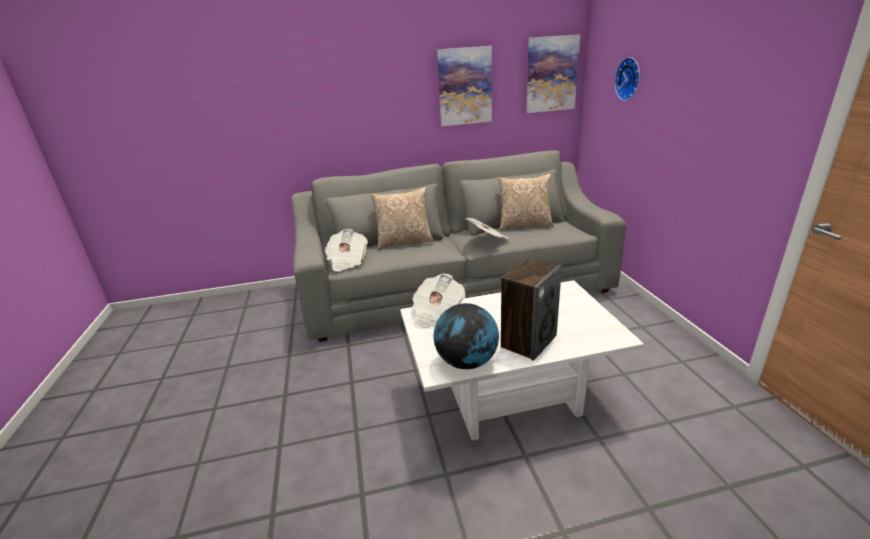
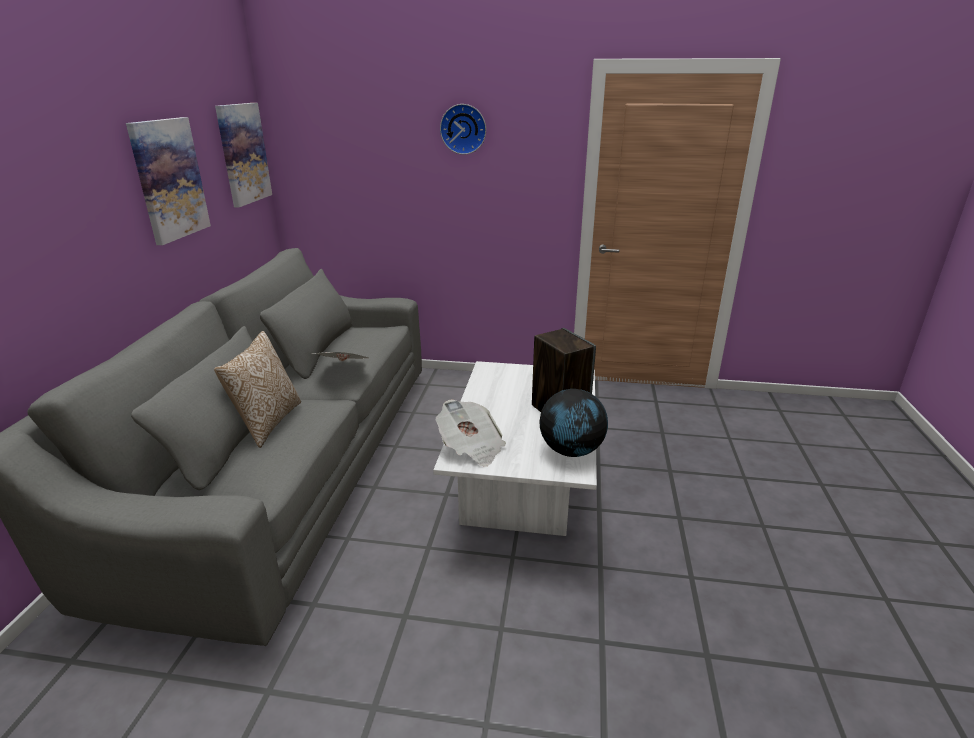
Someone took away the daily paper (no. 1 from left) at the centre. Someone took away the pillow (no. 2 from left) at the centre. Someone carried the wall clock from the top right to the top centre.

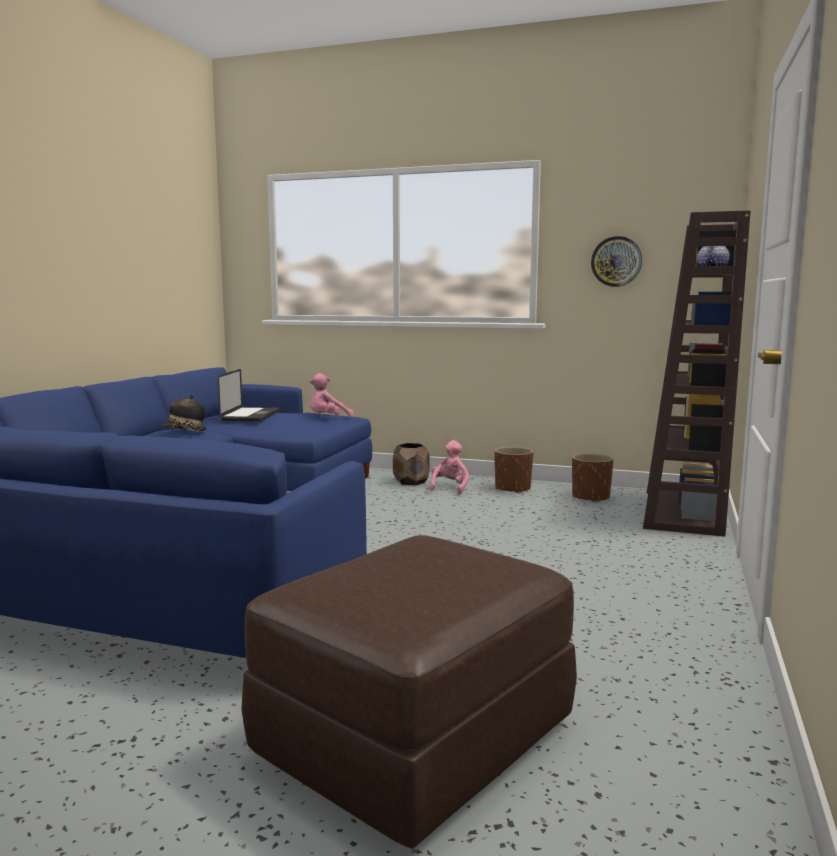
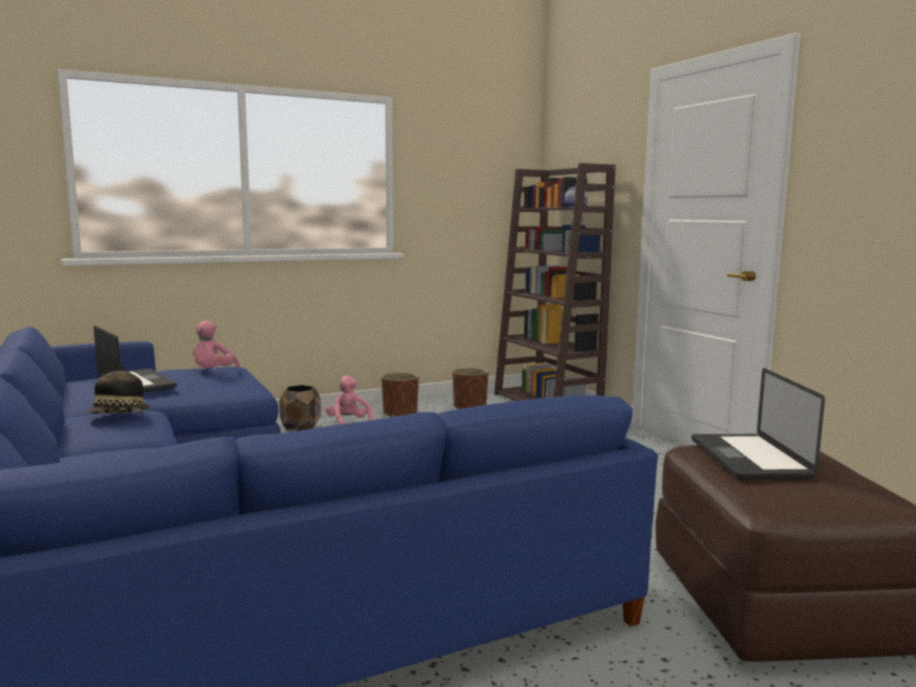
Someone took away the wall clock at the top right. Someone put down the portable computer (no. 2 from left) at the middle right.

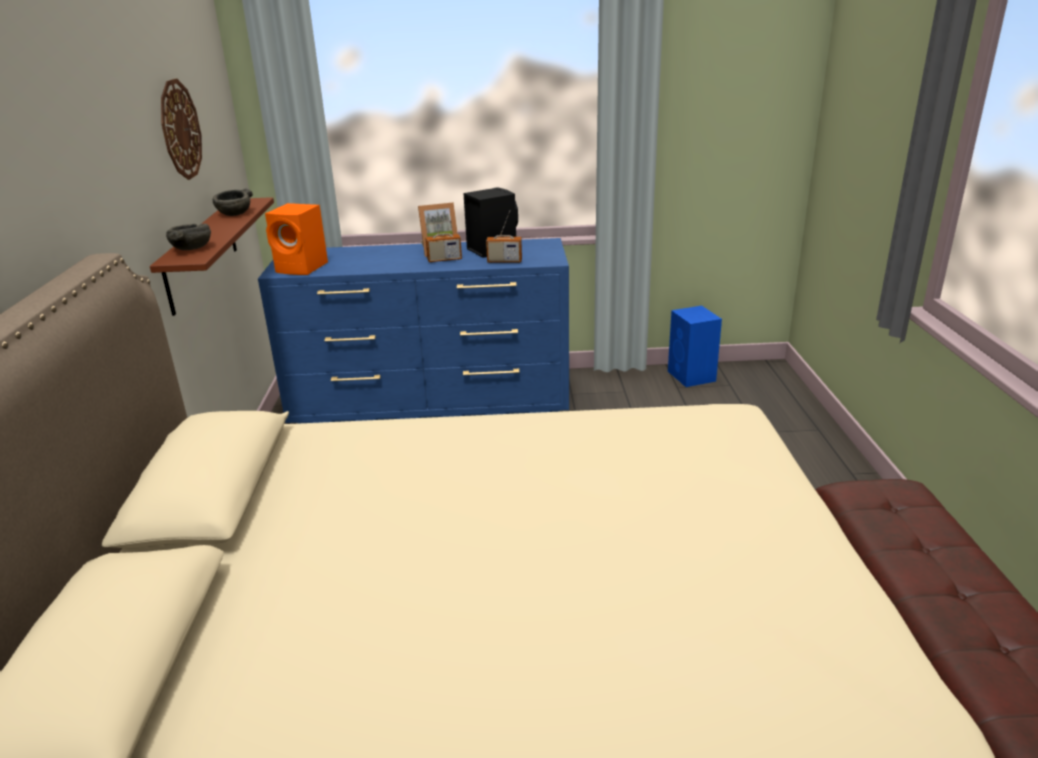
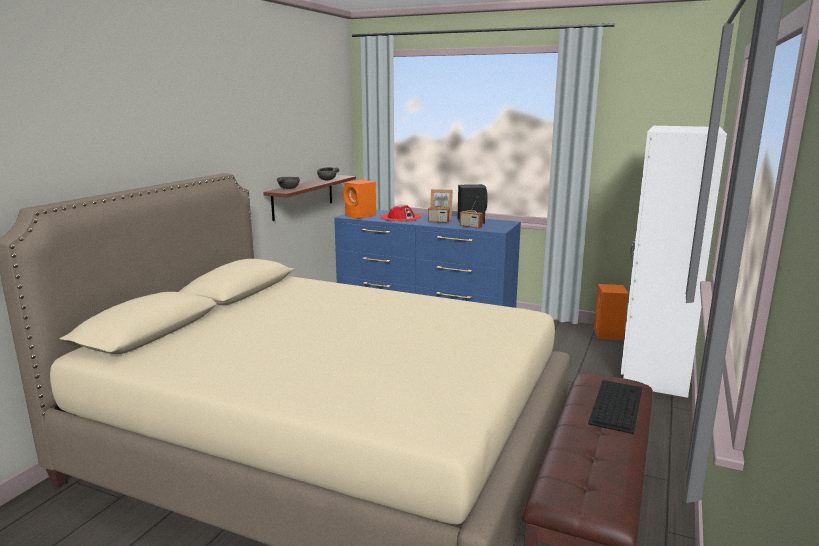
Someone took away the wall clock at the top left. Someone repainted the audio speaker/blue at the middle right, which became the audio speaker/orangey (no. 2 from left) at the middle right. Someone put down the hat/red-coloured at the centre. Someone put down the PC keyboard at the bottom right. Someone put down the armoire/whitish at the middle right.

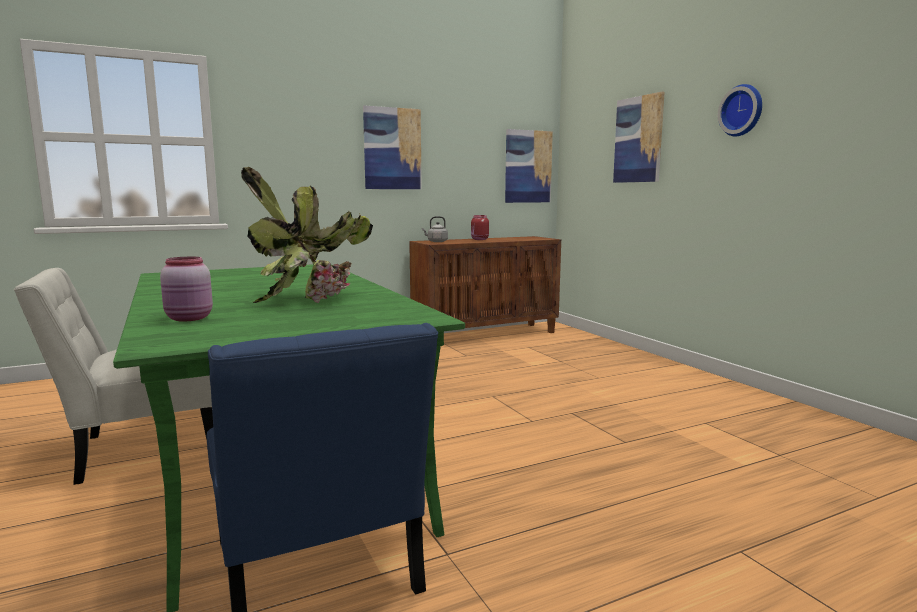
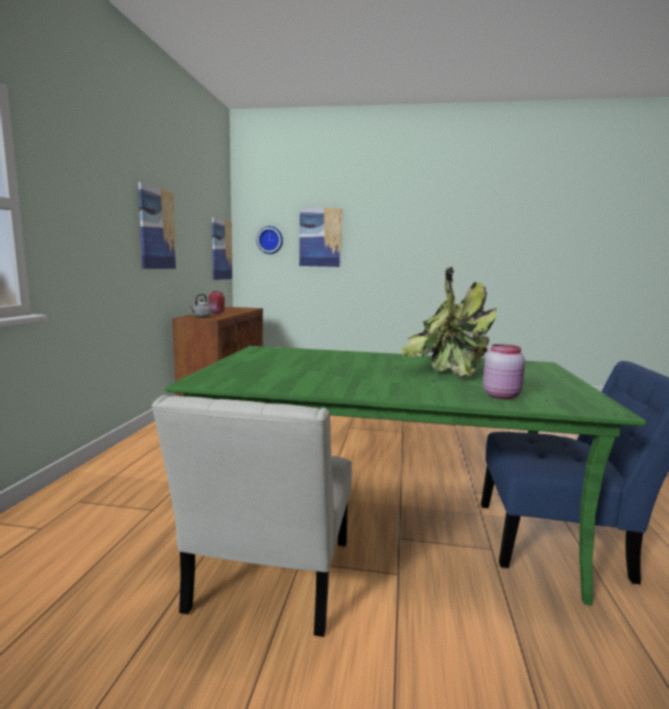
Someone carried the wall clock from the top right to the centre.

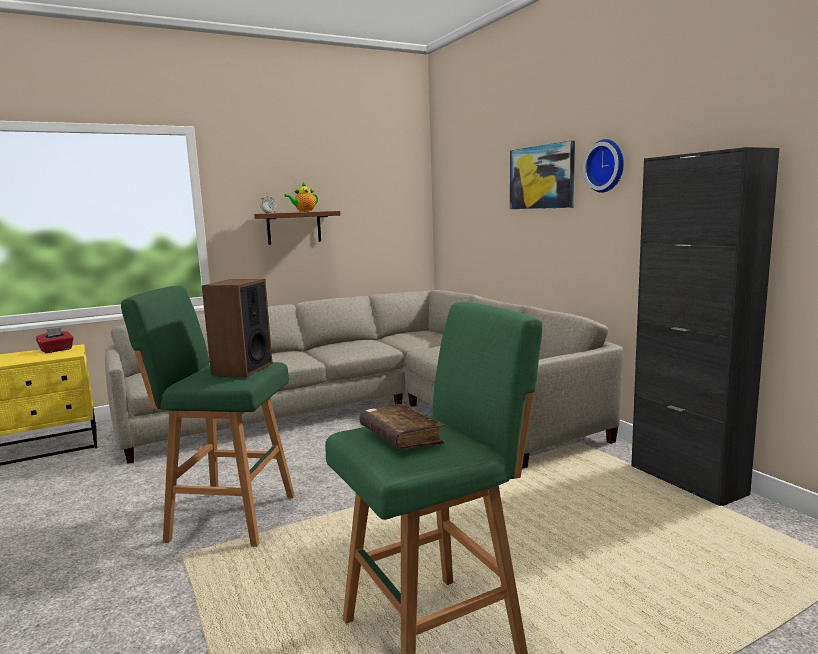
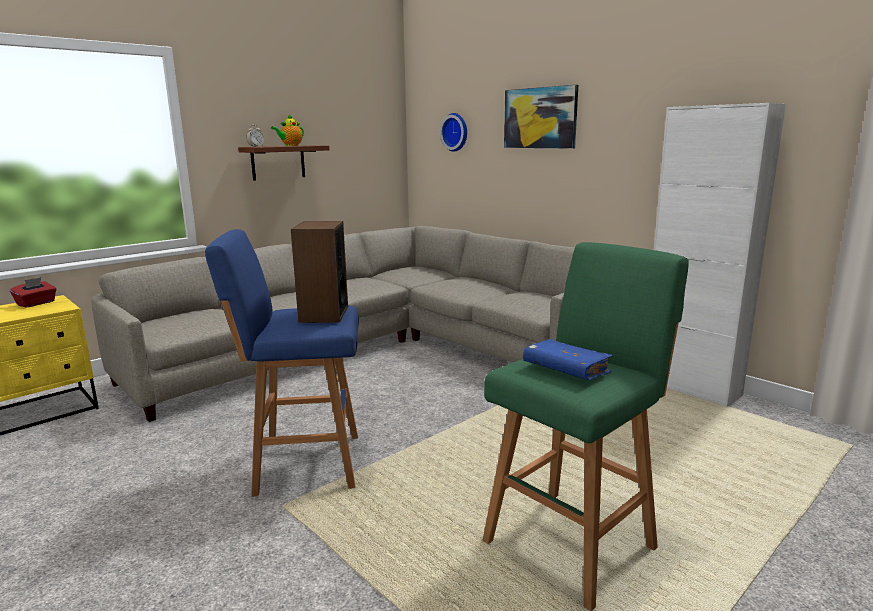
Someone repainted the sitting stool/green-coloured (no. 1 from left) at the middle left, which became the sitting stool/blue at the middle left. Someone repainted the bound book/brownish at the centre, which became the bound book/blue at the centre. Someone carried the wall clock from the top right to the top centre. Someone repainted the storage cabinet/blackish at the middle right, which became the storage cabinet/whitish at the middle right.

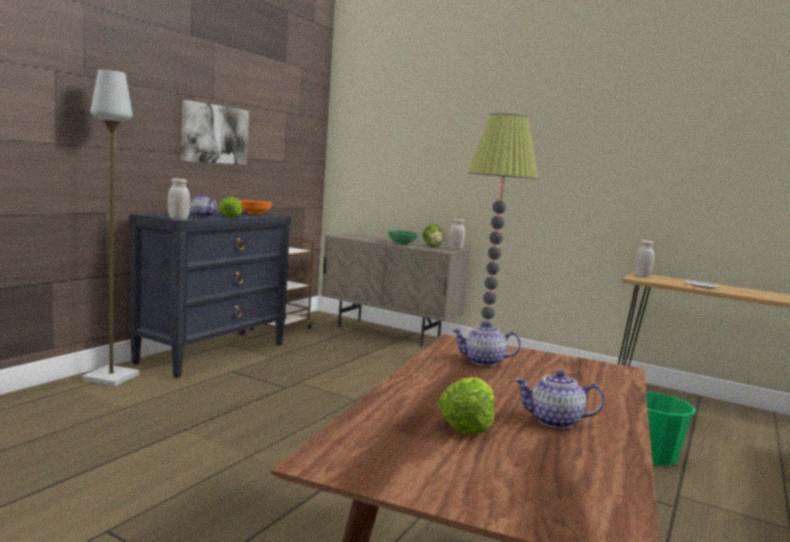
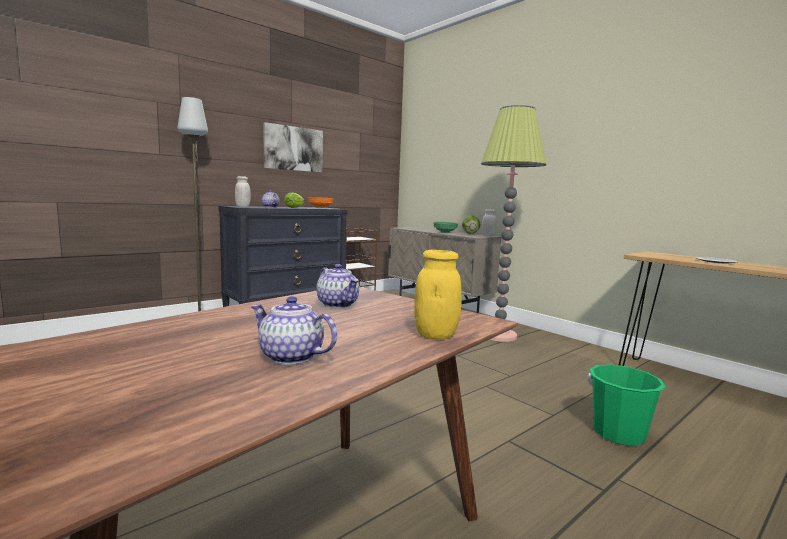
Someone took away the lettuce (no. 3 from left) at the bottom centre. Someone rotated the tea pot (no. 2 from left in the first image) at the centre by 150 degrees counterclockwise. Someone took away the storage jar/whitish (no. 3 from left) at the middle right. Someone put down the storage jar/yellowish at the centre.

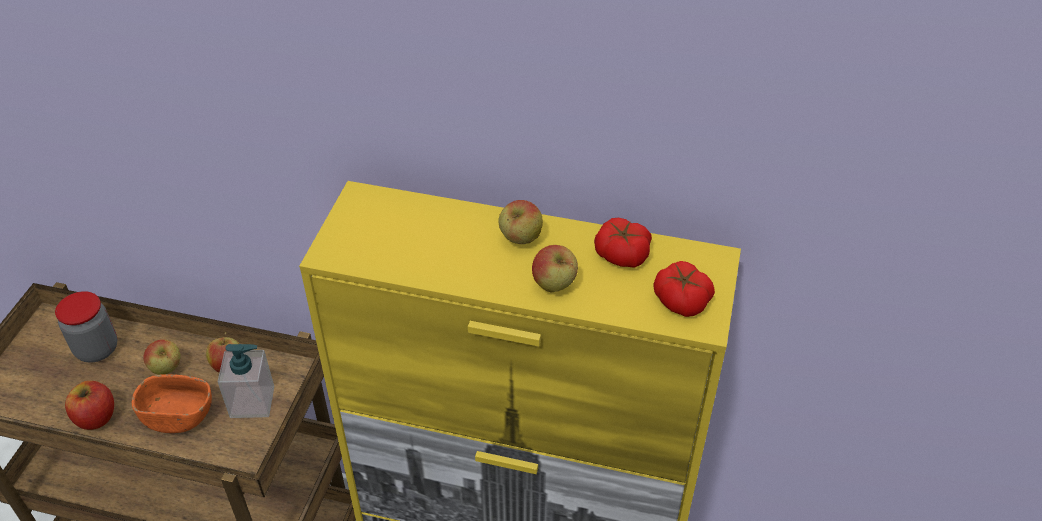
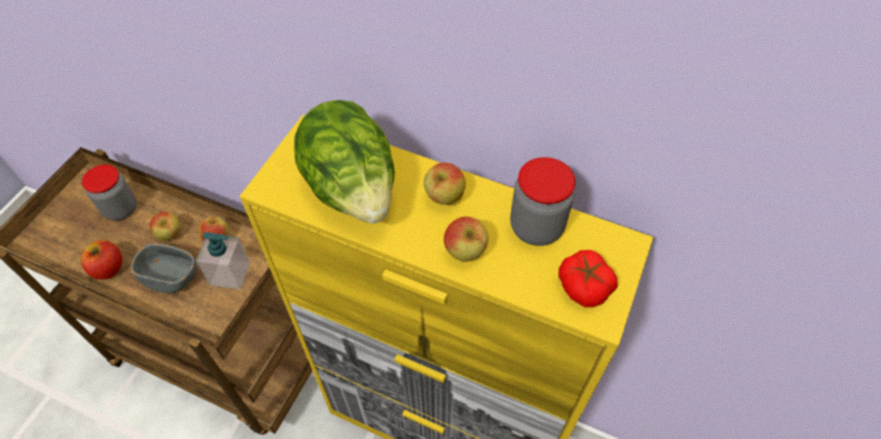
Someone repainted the deep dish/orangey at the bottom left, which became the deep dish/greyish at the middle left. Someone swapped the whole tomato (no. 1 from left) at the centre for the storage jar (no. 2 from left) at the centre. Someone put down the lettuce at the centre.

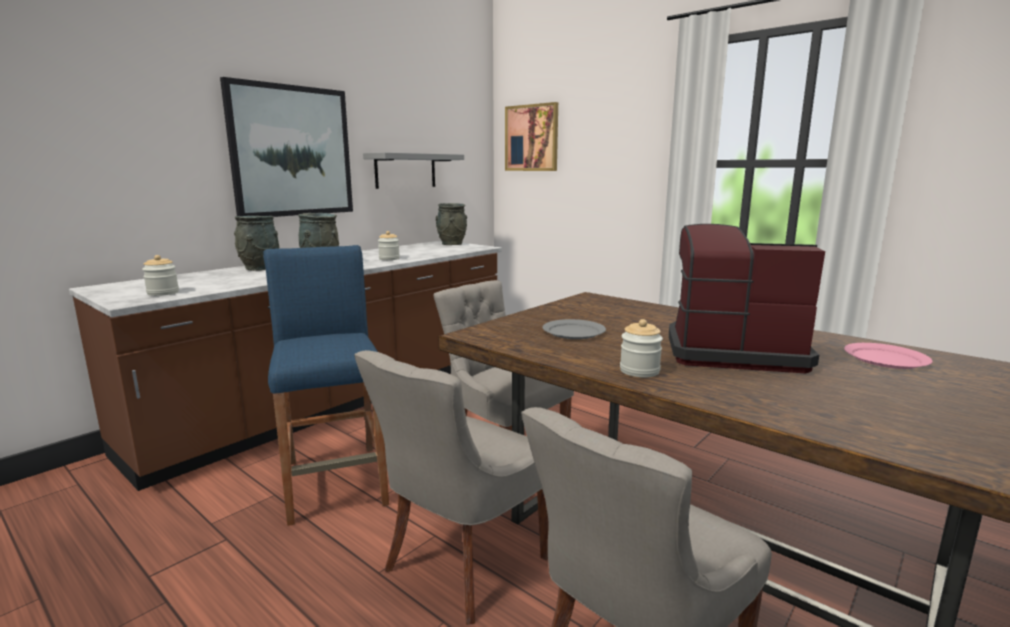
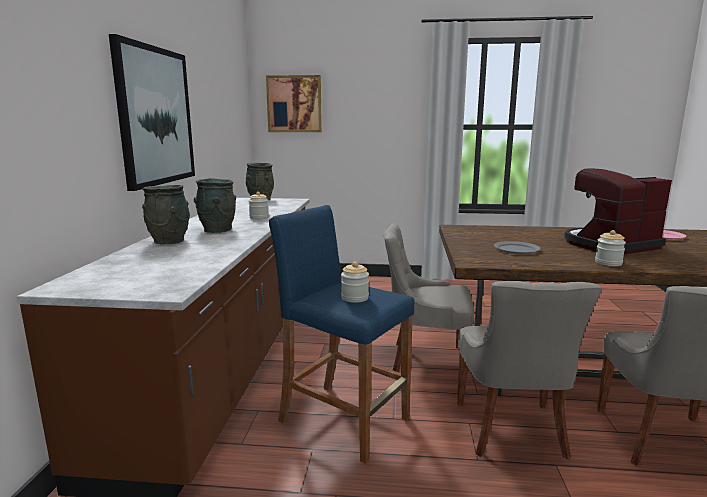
Someone carried the storage jar (no. 1 from left in the first image) from the middle left to the centre. Someone took away the shelf/greyish at the top centre.

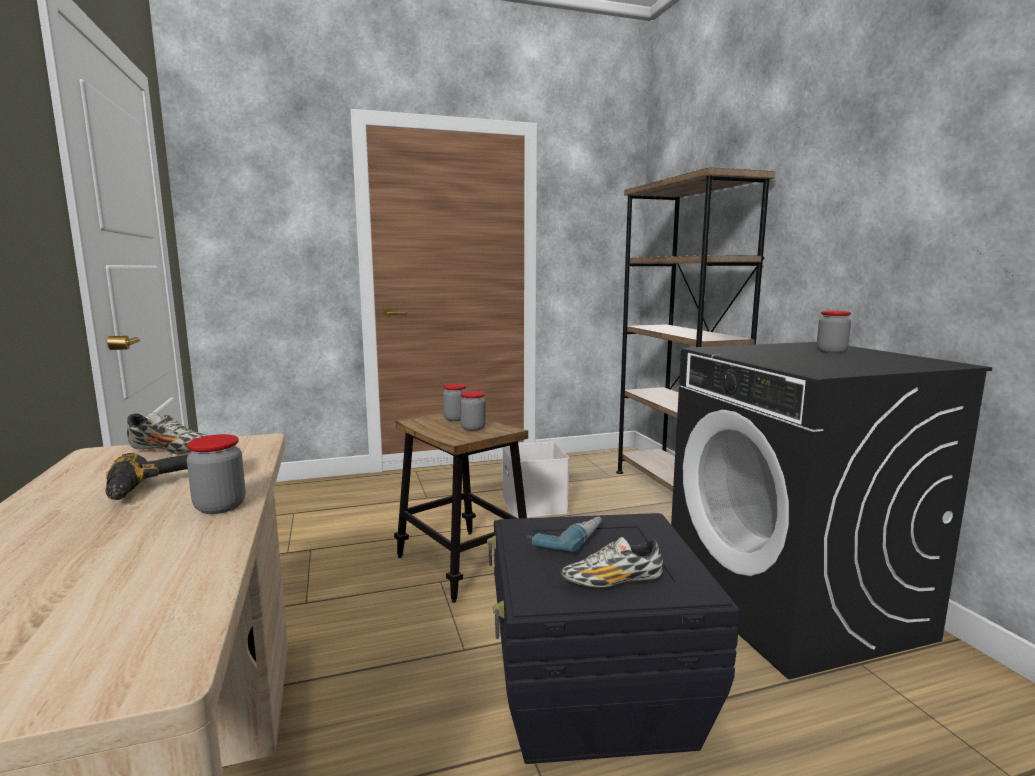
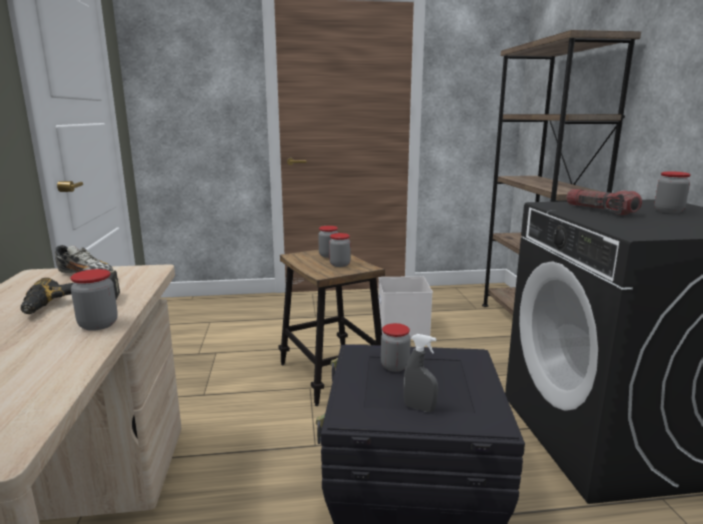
Someone swapped the power drill (no. 2 from left) at the bottom centre for the storage jar (no. 4 from left) at the centre. Someone swapped the item of footwear (no. 2 from left) at the bottom centre for the spray bottle/greyish at the bottom centre. Someone put down the flashlight at the middle right.

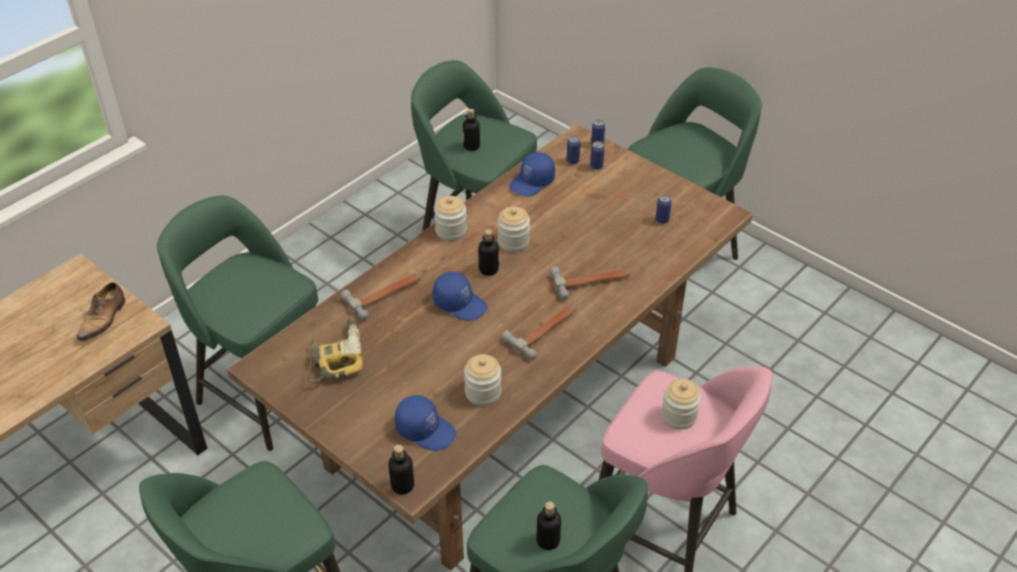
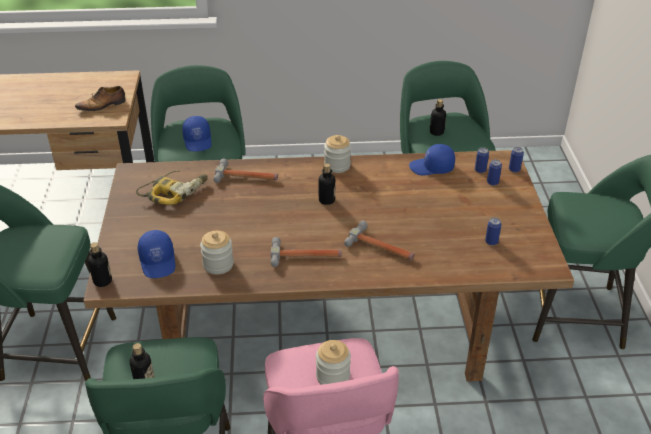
Someone carried the peaked cap/blue (no. 2 from left) from the centre to the top left. Someone took away the storage jar (no. 3 from left) at the centre.

